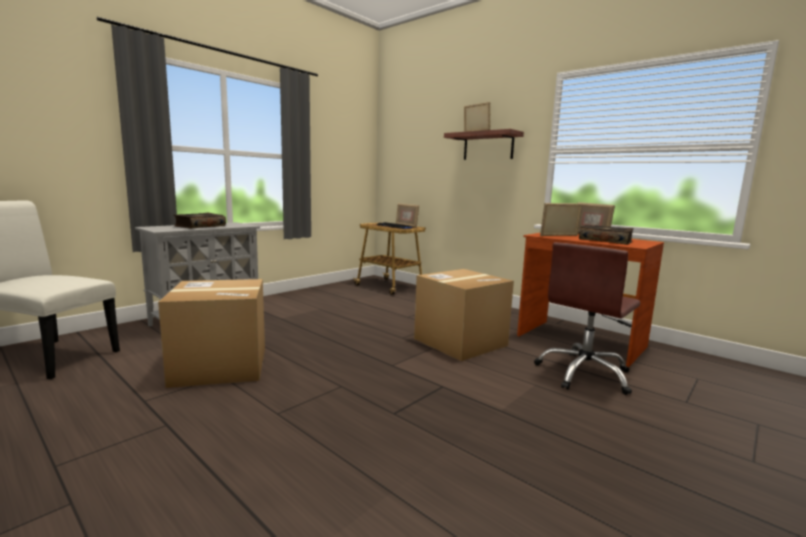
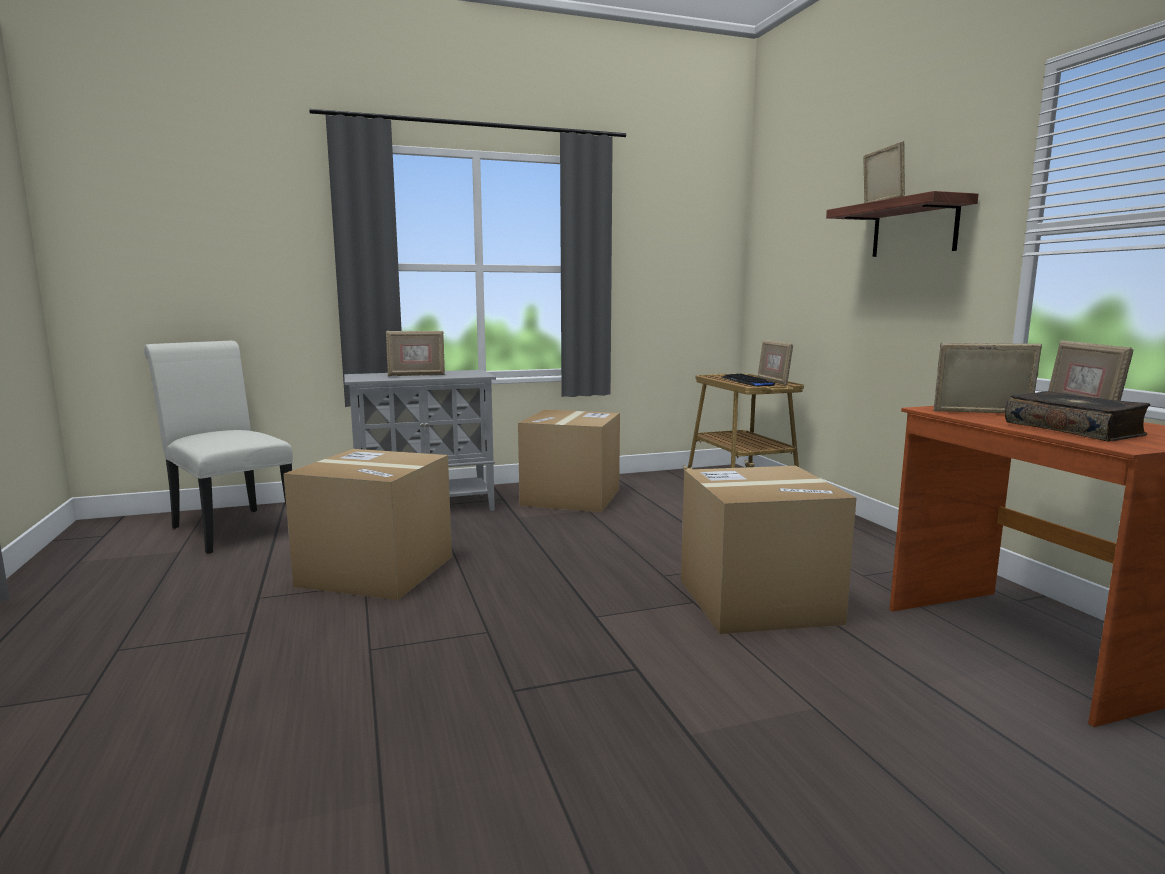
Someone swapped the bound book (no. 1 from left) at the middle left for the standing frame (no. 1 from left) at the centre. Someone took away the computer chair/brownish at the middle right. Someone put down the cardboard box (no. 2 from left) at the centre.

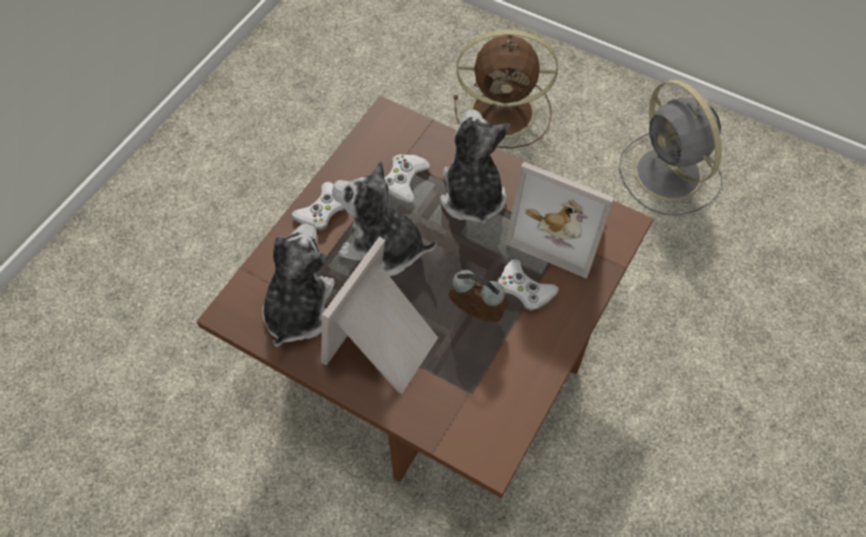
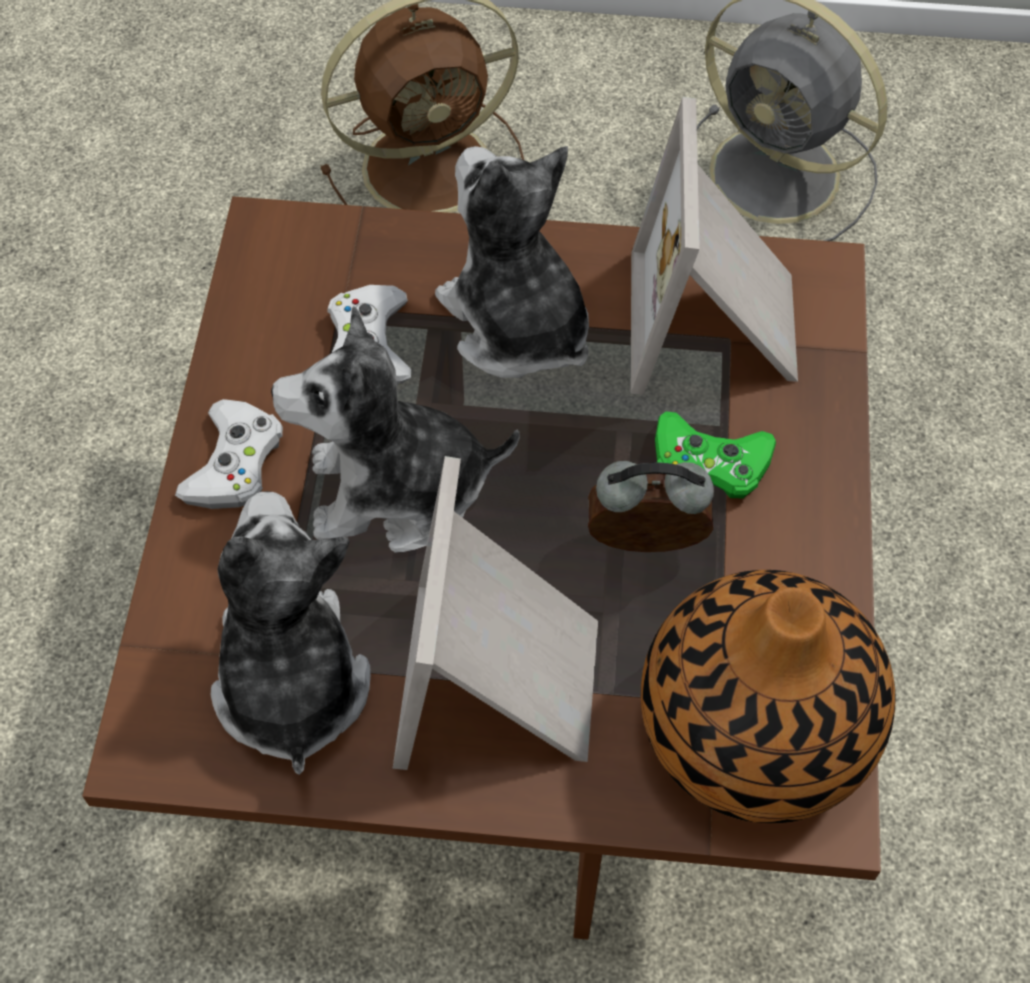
Someone repainted the joypad/whitish (no. 3 from left) at the centre, which became the joypad/green-coloured at the middle right. Someone rotated the standing frame (no. 2 from left) at the centre by 90 degrees clockwise. Someone put down the vase at the bottom right.

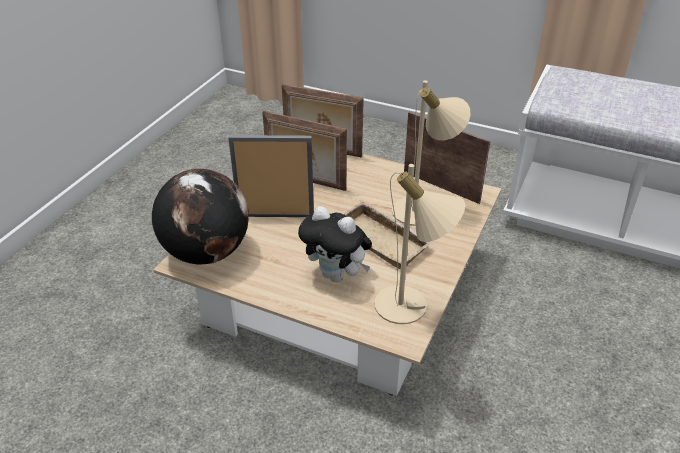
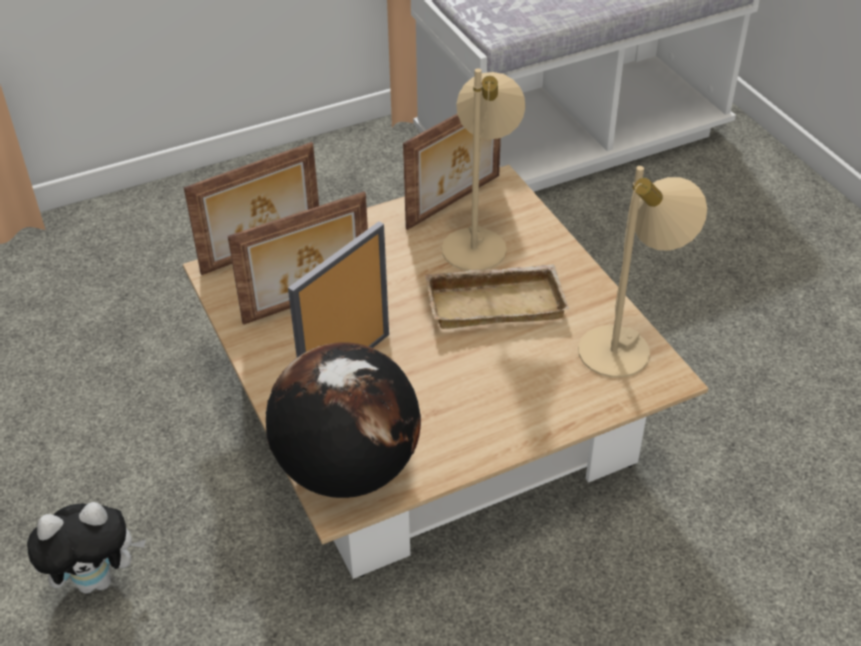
Someone carried the soft toy from the centre to the bottom left. Someone rotated the standing frame (no. 4 from left) at the centre by 150 degrees clockwise.

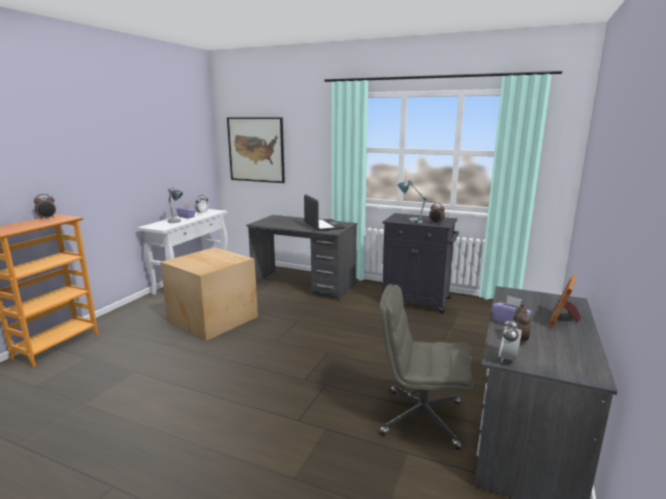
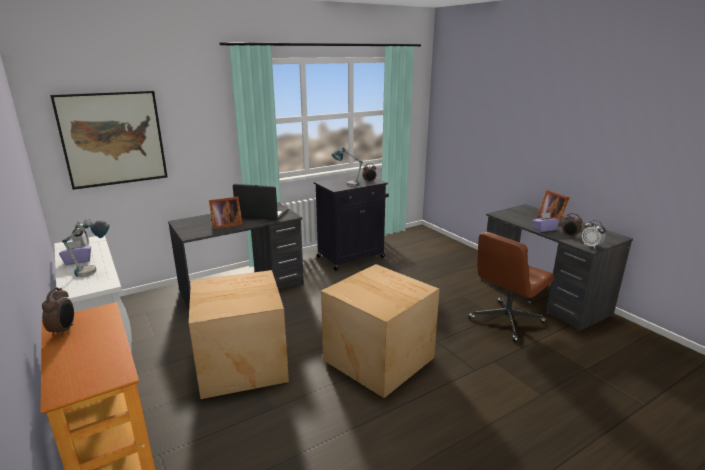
Someone repainted the computer chair/greyish at the bottom centre, which became the computer chair/brownish at the middle right. Someone put down the standing frame (no. 1 from left) at the middle left. Someone put down the cardboard box (no. 2 from left) at the bottom centre.

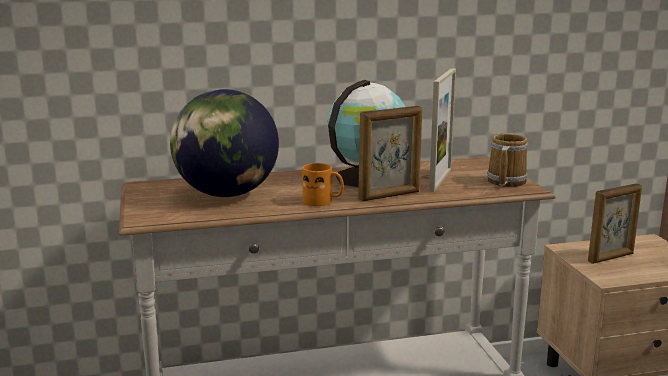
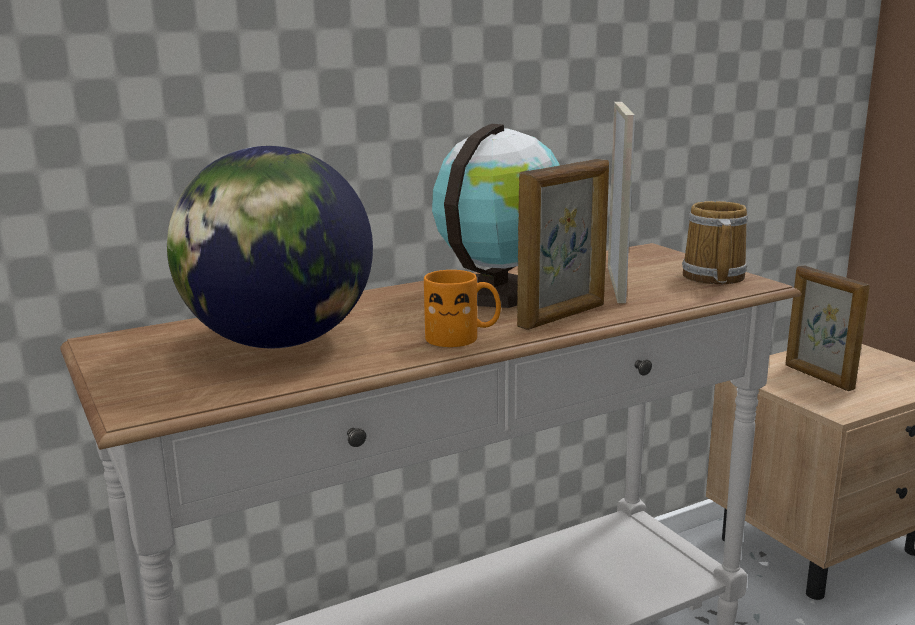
Someone rotated the standing frame (no. 3 from left) at the middle right by 105 degrees clockwise.

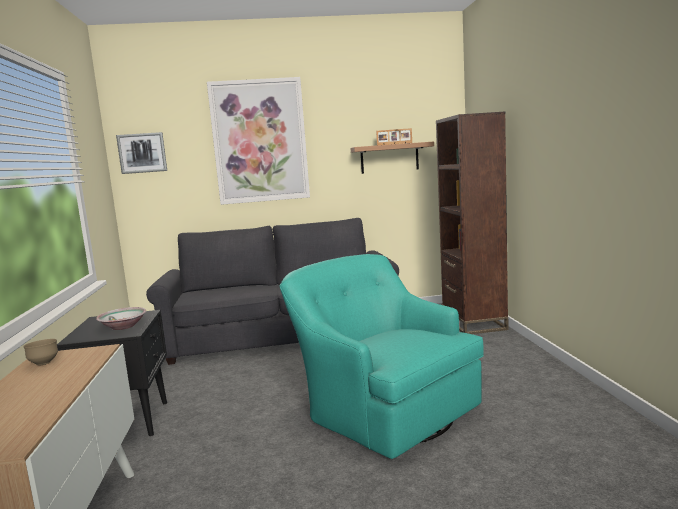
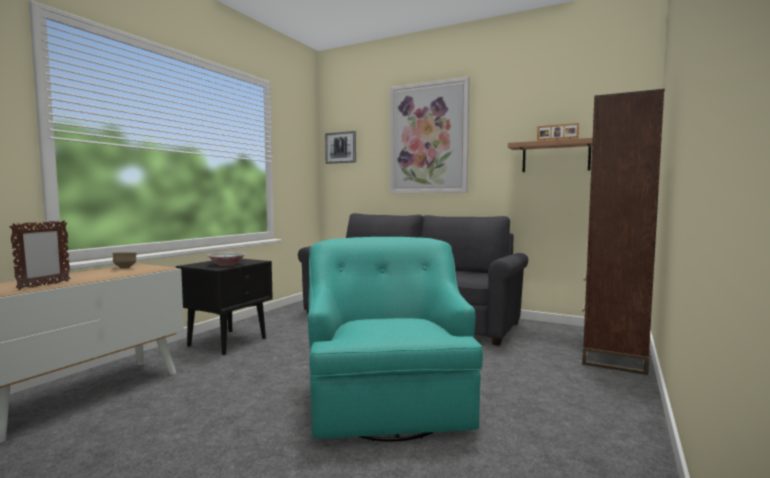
Someone put down the standing frame (no. 1 from left) at the middle left.

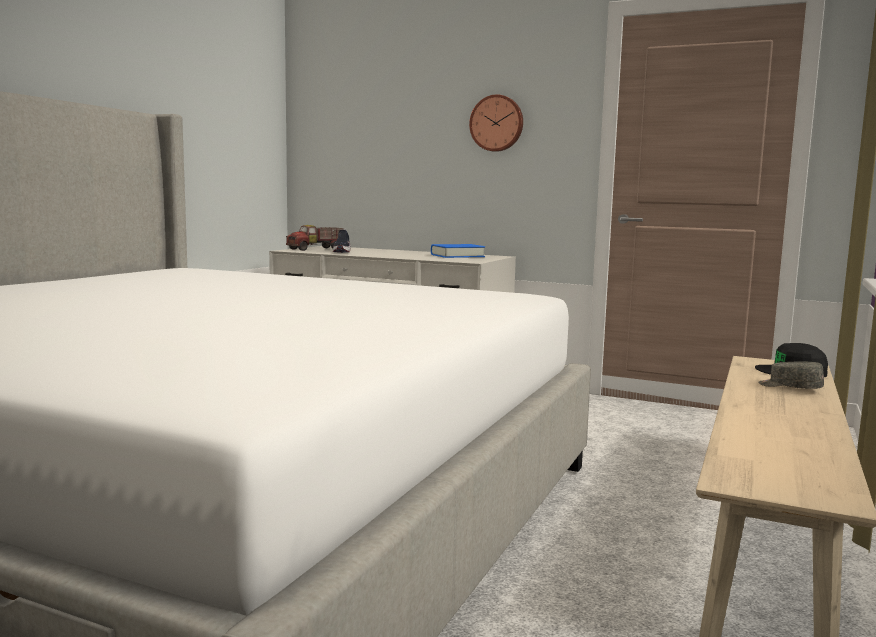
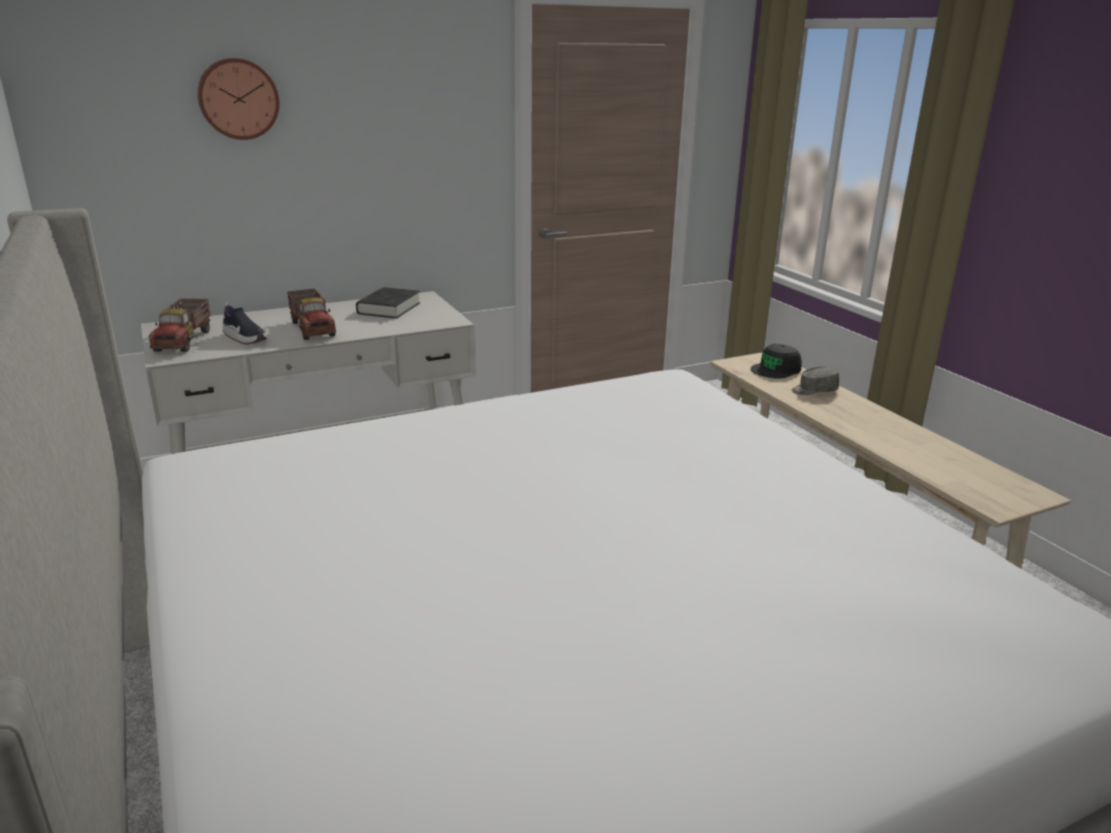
Someone repainted the bound book/blue at the centre, which became the bound book/blackish at the centre. Someone carried the wall clock from the top centre to the top left. Someone put down the model truck (no. 2 from left) at the middle left.

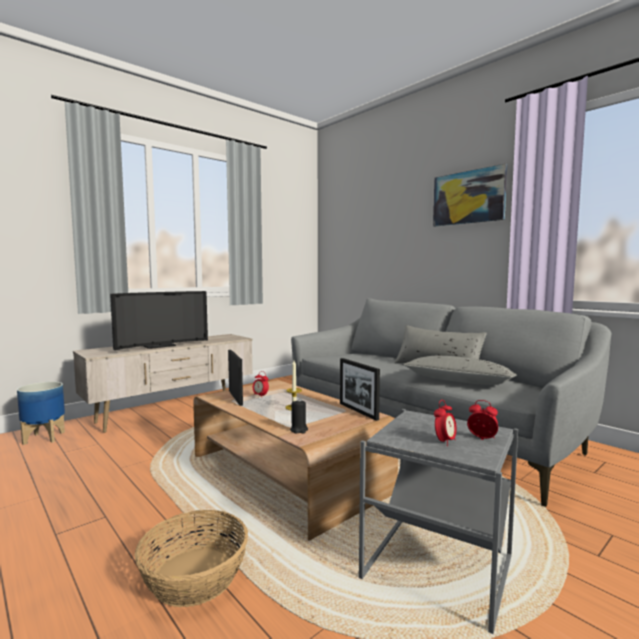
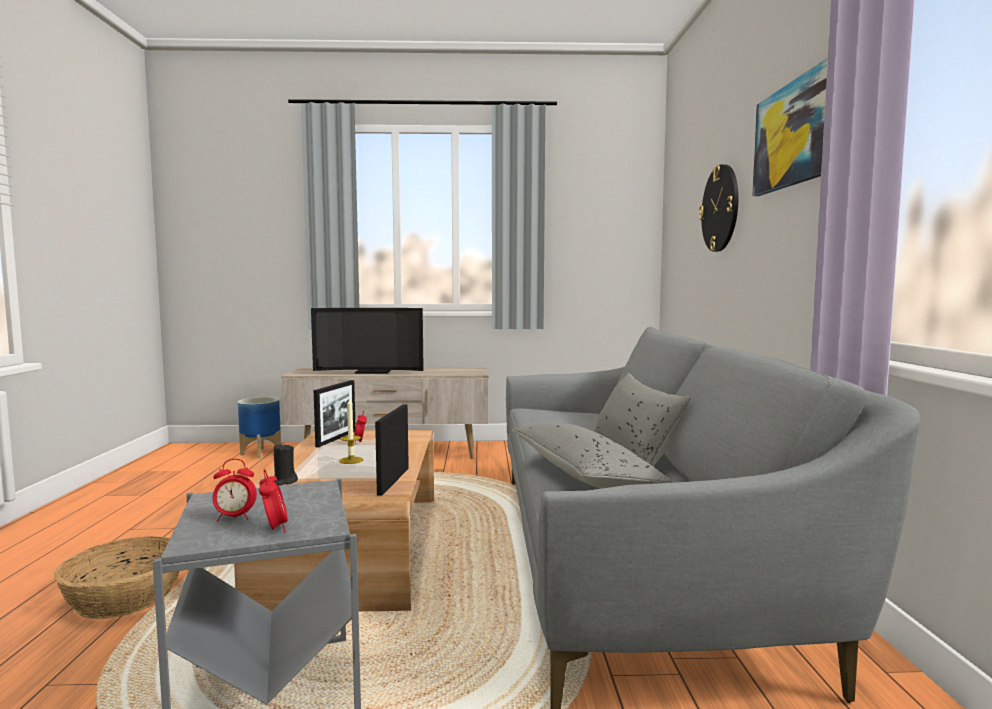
Someone put up the wall clock at the top right.

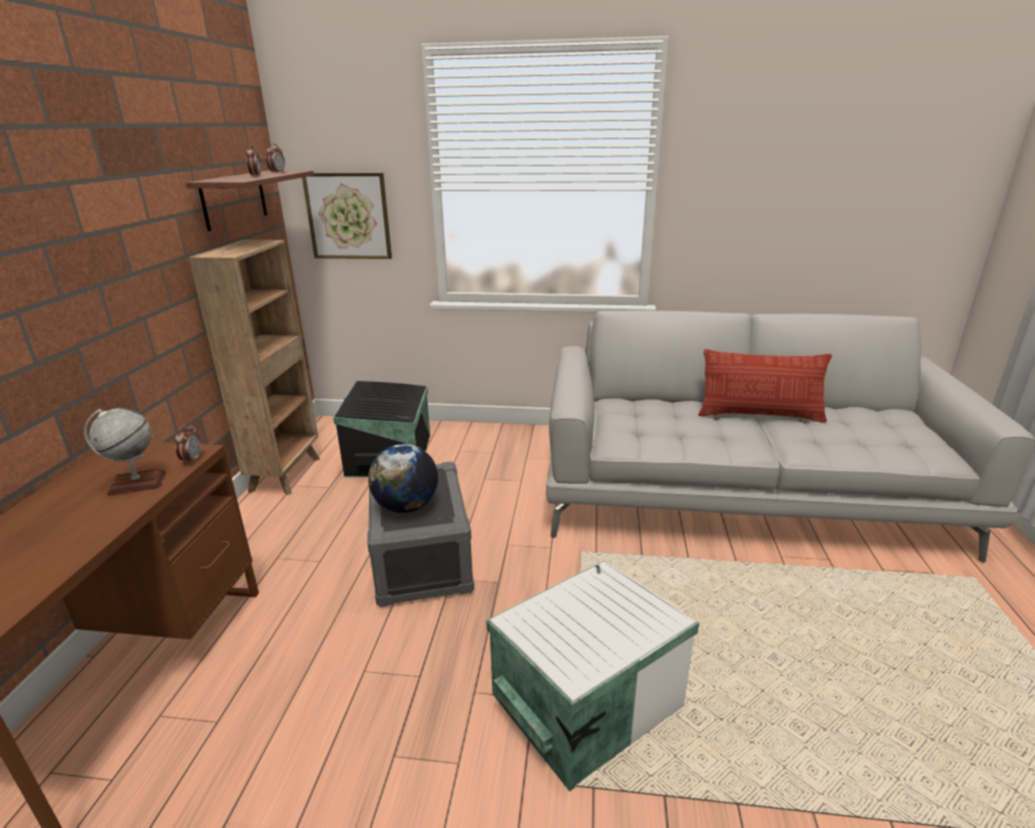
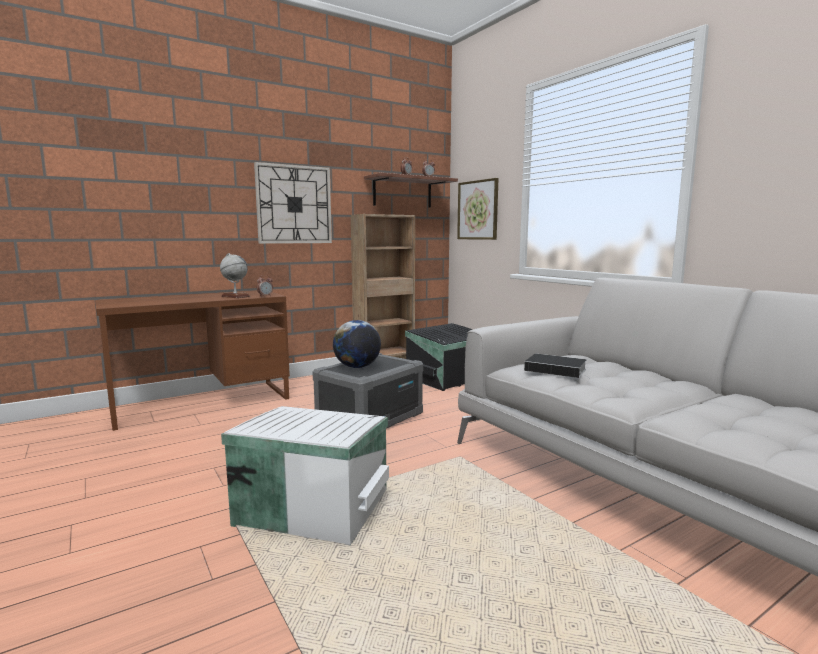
Someone took away the pillow at the middle right. Someone put up the wall clock at the top centre. Someone put down the bound book at the middle right.

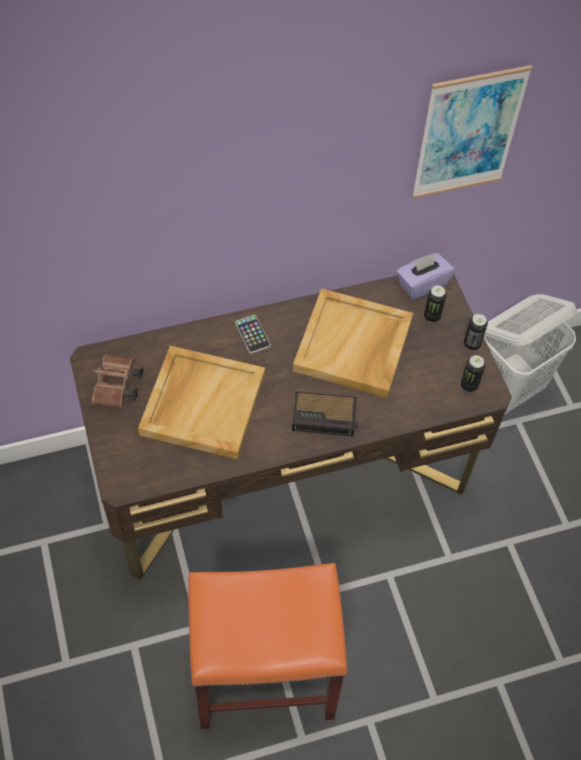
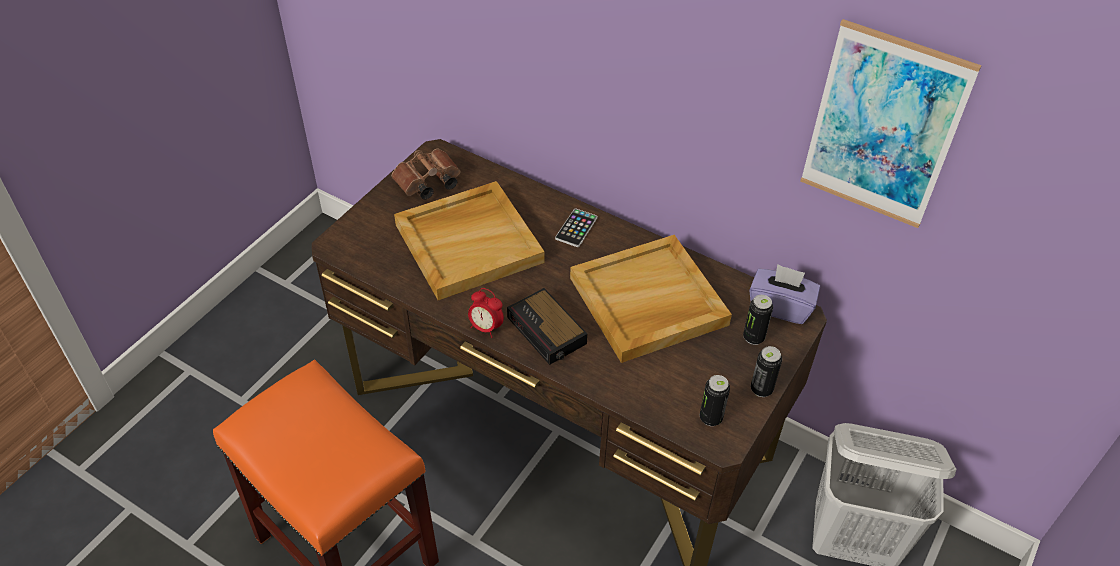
Someone put down the table clock (no. 1 from left) at the centre.

